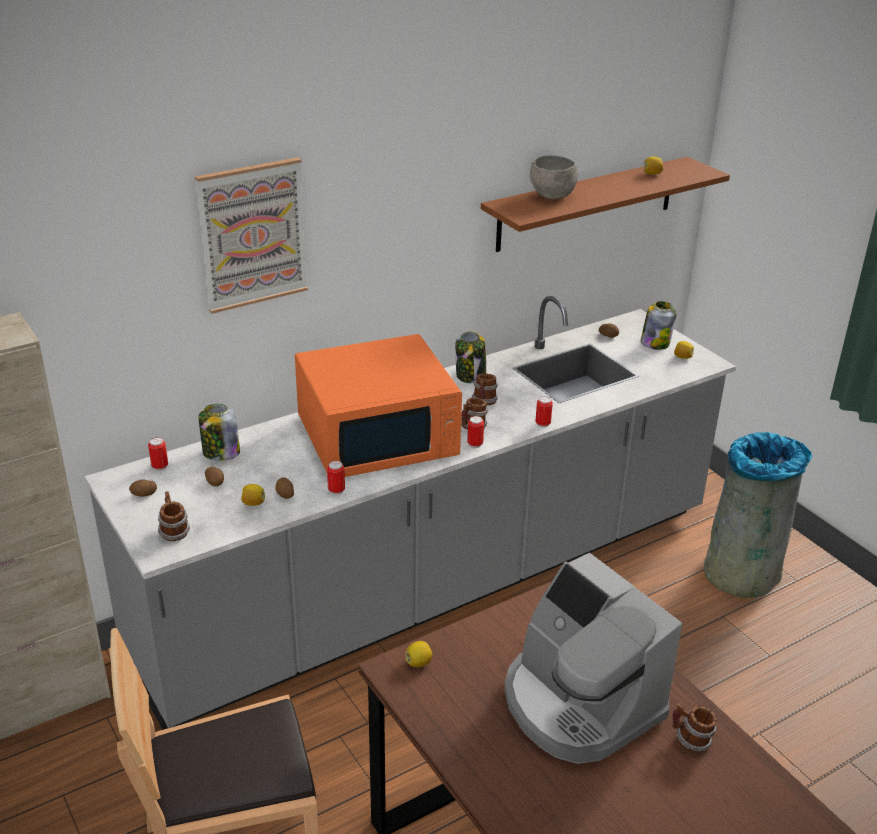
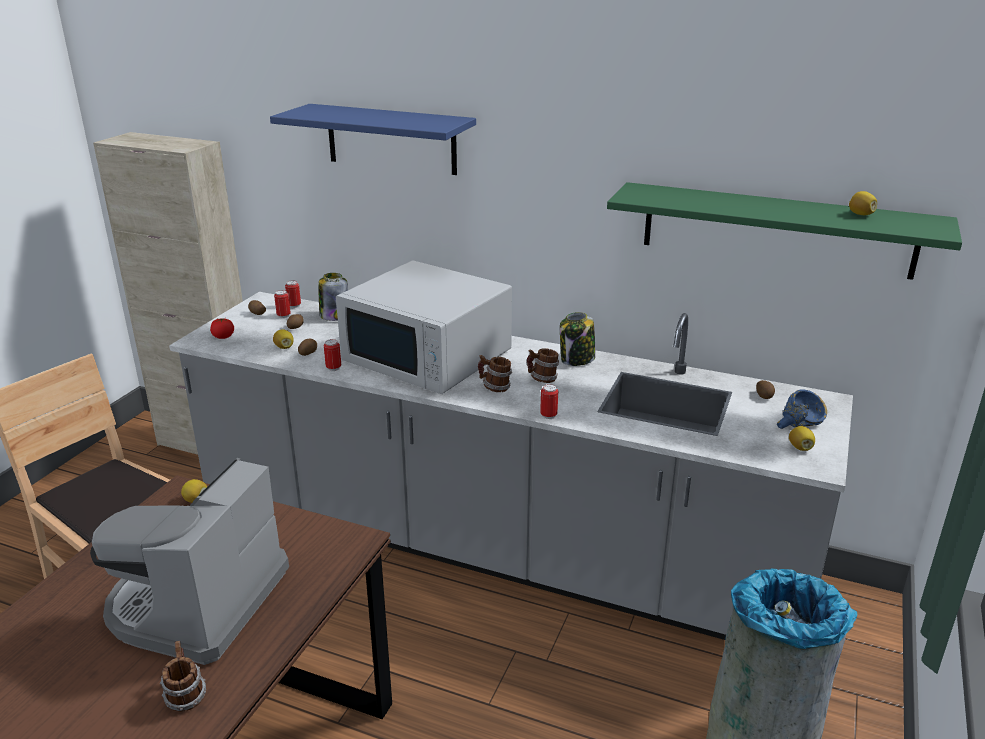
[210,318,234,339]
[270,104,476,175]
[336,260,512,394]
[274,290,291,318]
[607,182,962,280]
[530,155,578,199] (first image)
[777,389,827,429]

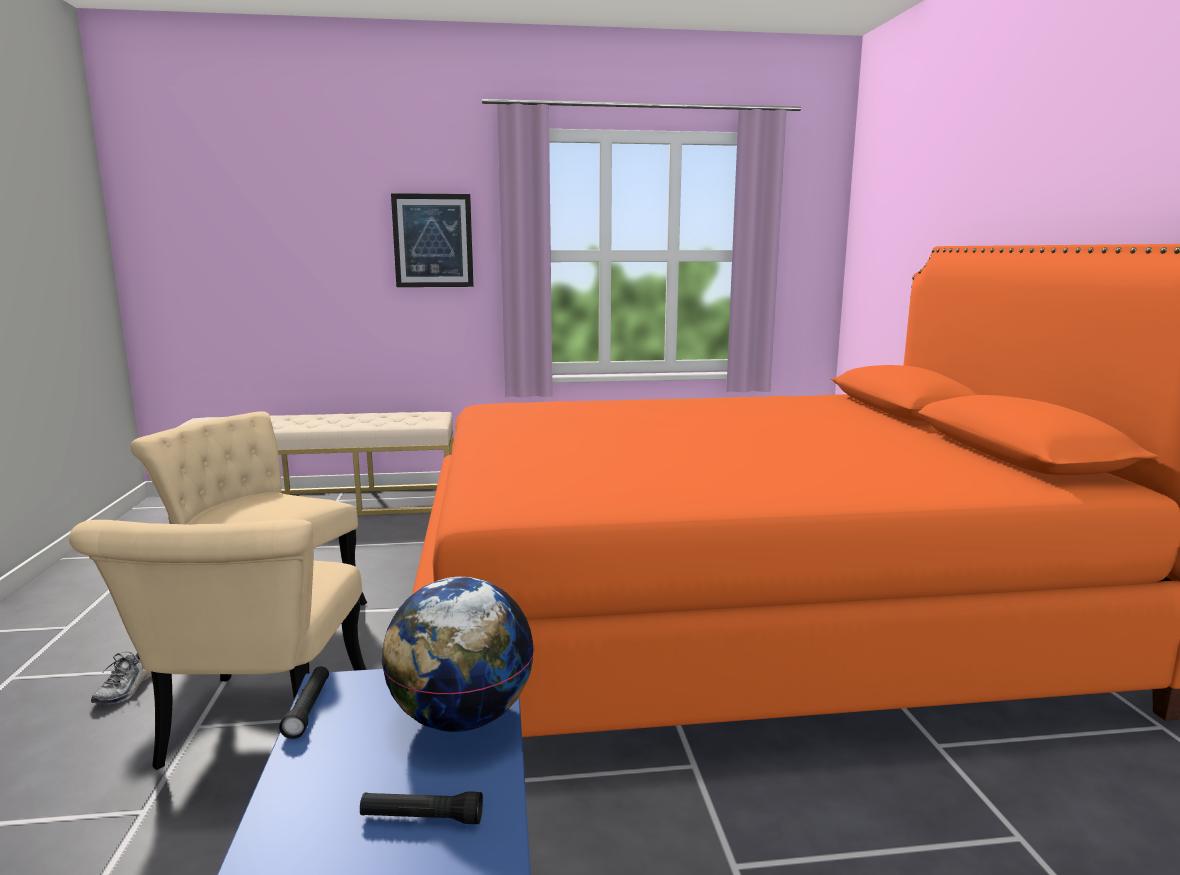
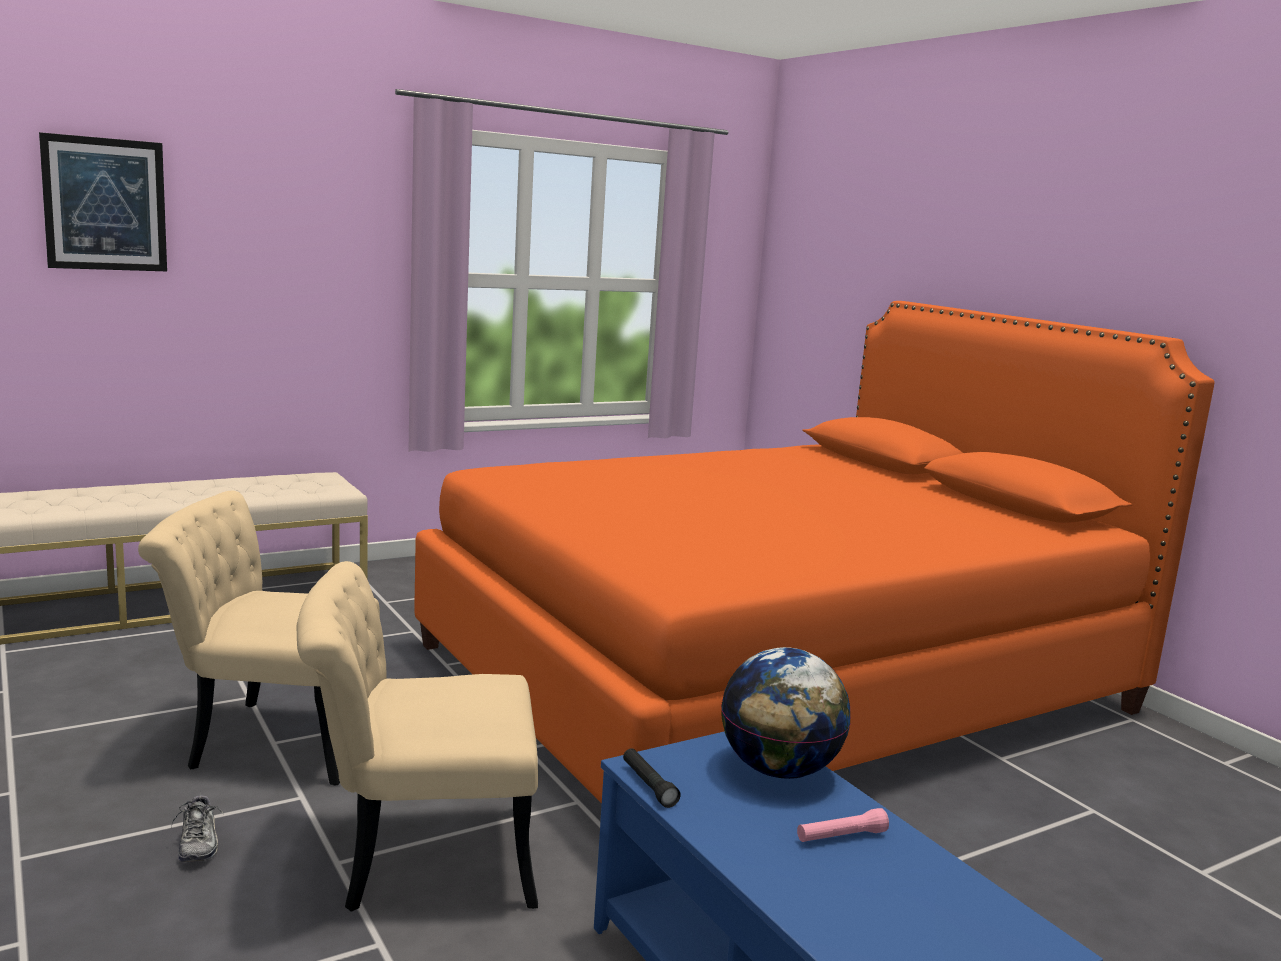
[296,561,538,912]
[797,808,889,842]
[39,132,167,271]

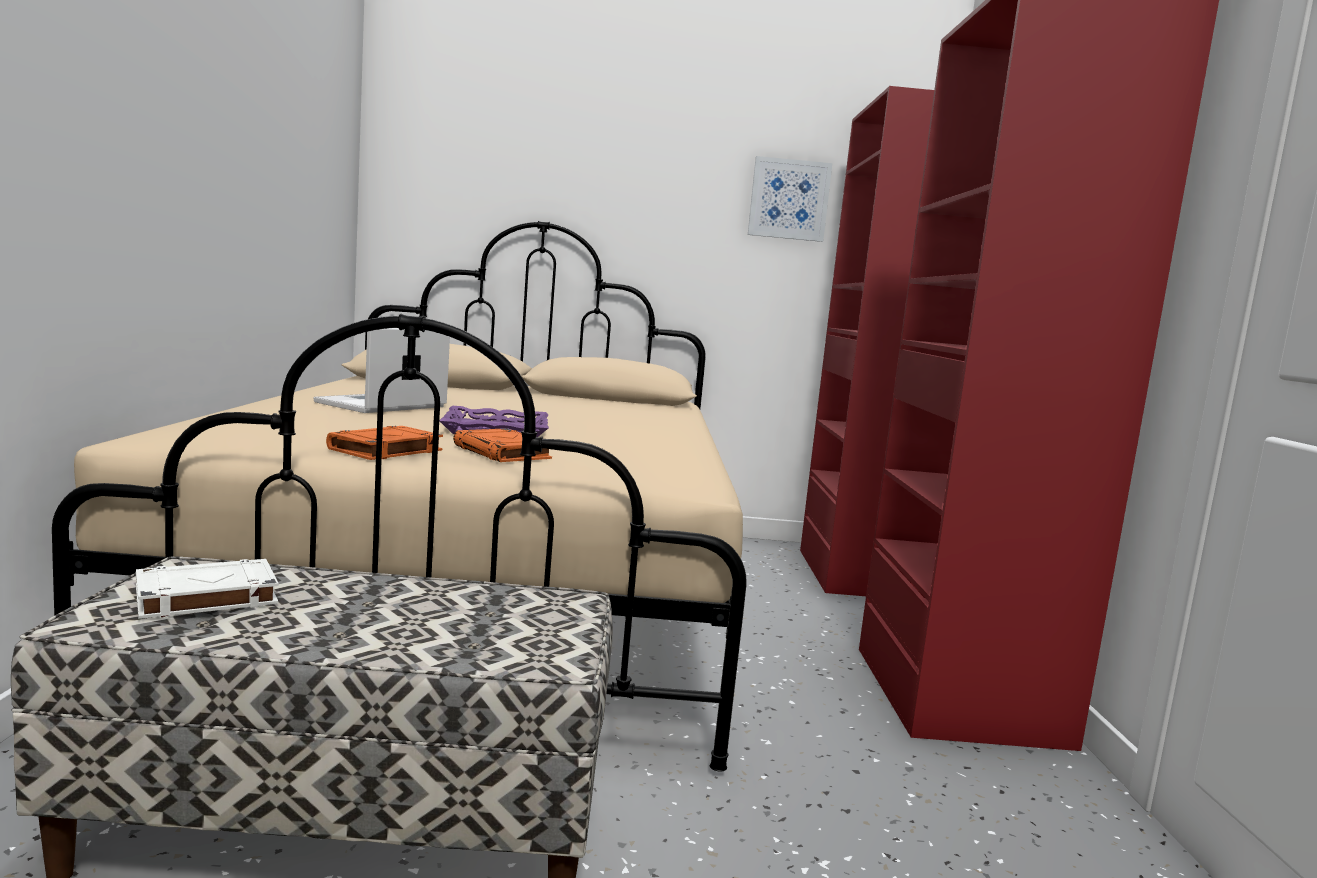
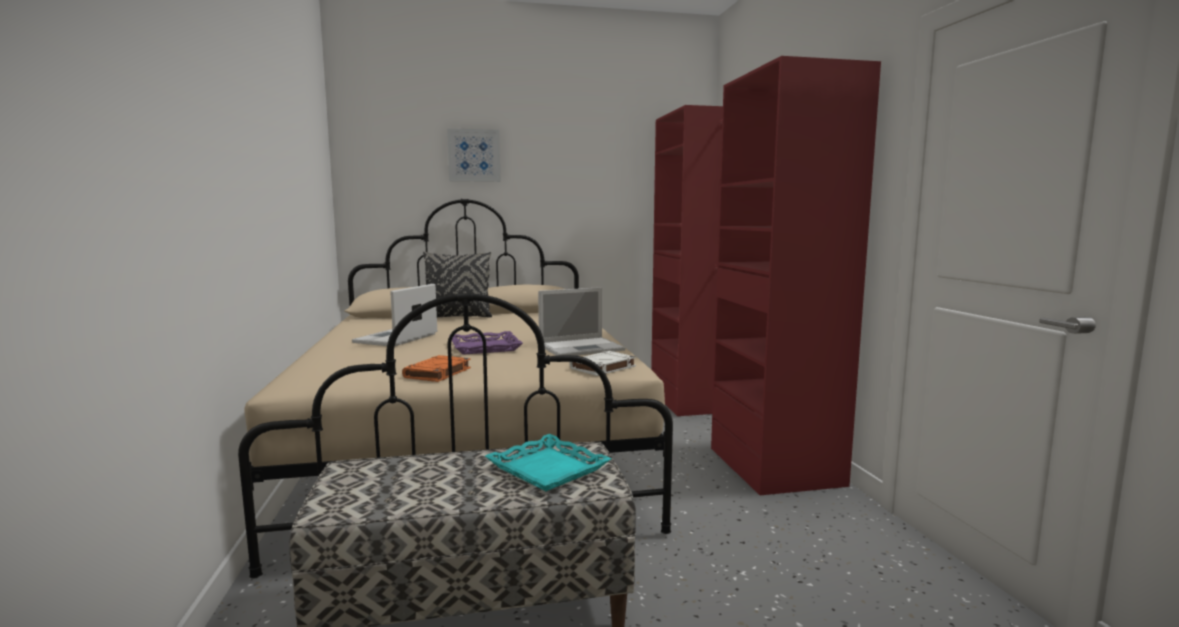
[569,351,636,376]
[453,428,552,462] (first image)
[447,128,501,182]
[423,251,492,318]
[485,434,611,491]
[538,287,625,356]

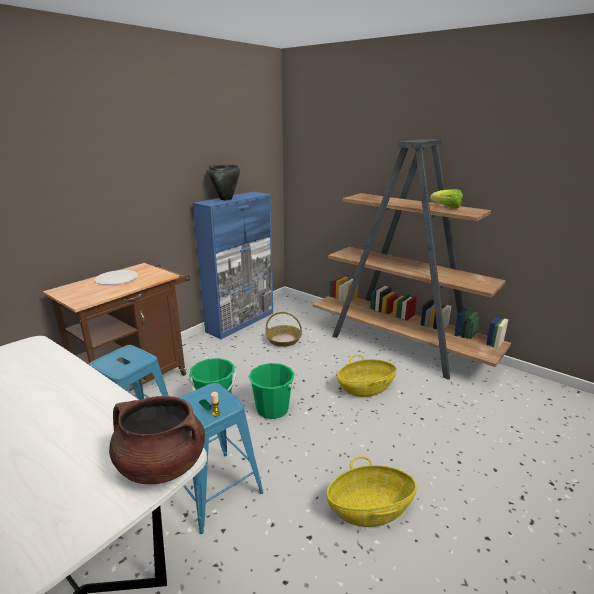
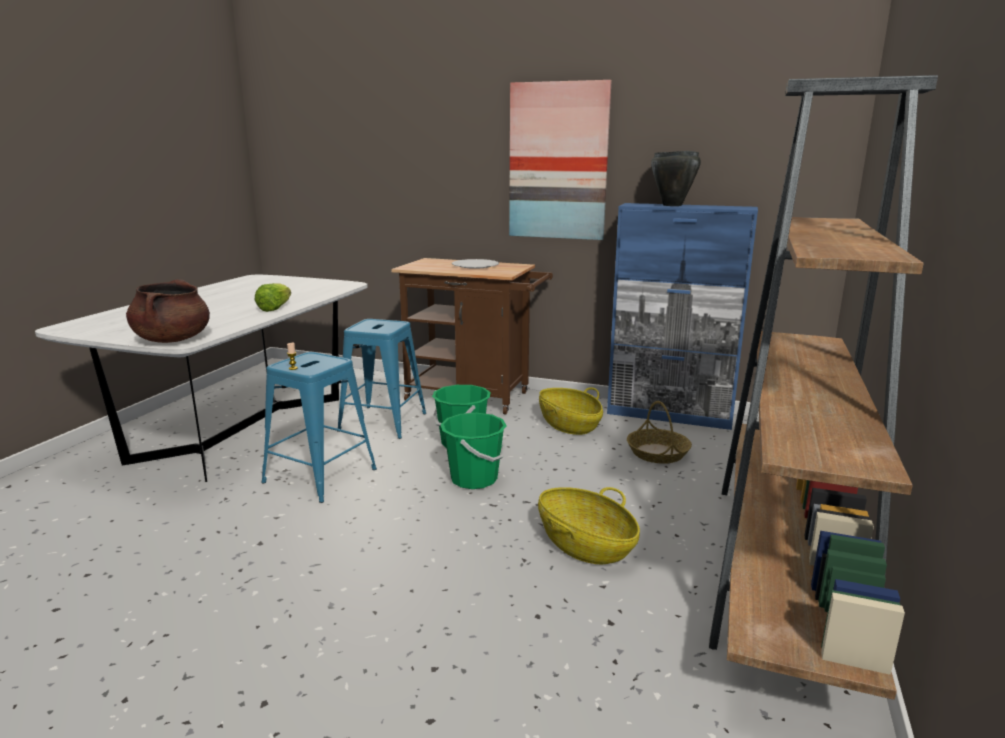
[539,387,603,435]
[255,283,291,312]
[509,80,612,240]

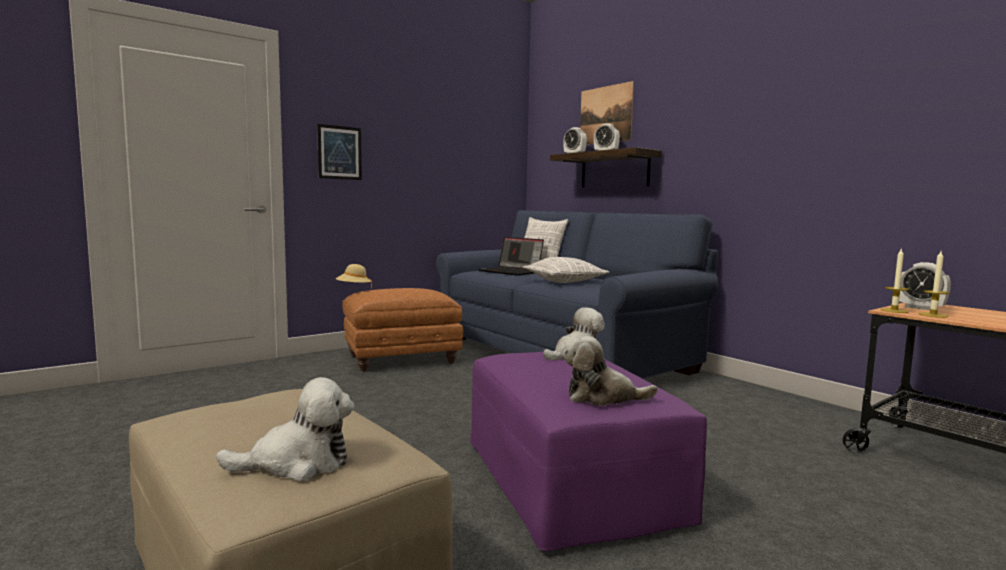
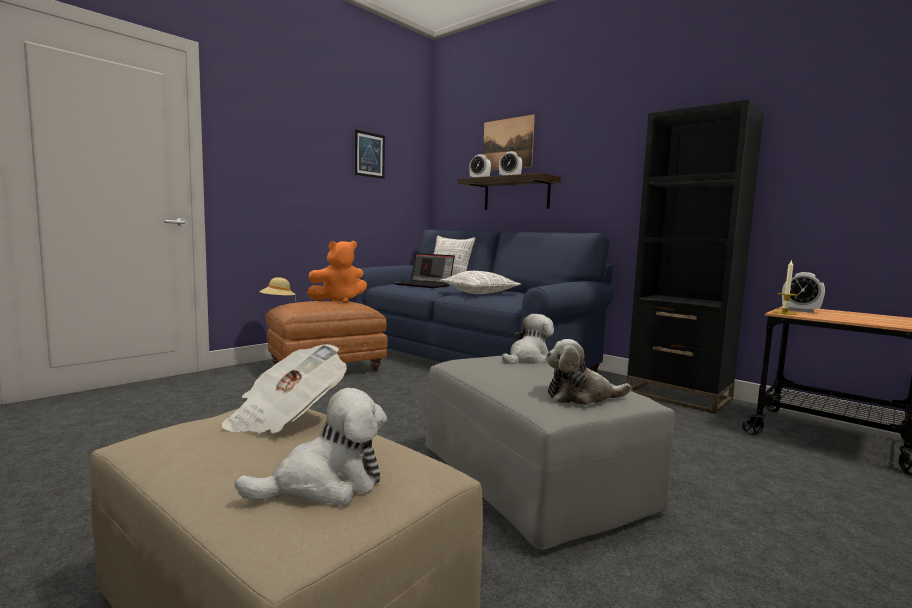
[355,130,385,179]
[426,356,674,550]
[918,251,949,318] (first image)
[222,344,347,433]
[307,241,367,303]
[626,100,764,414]

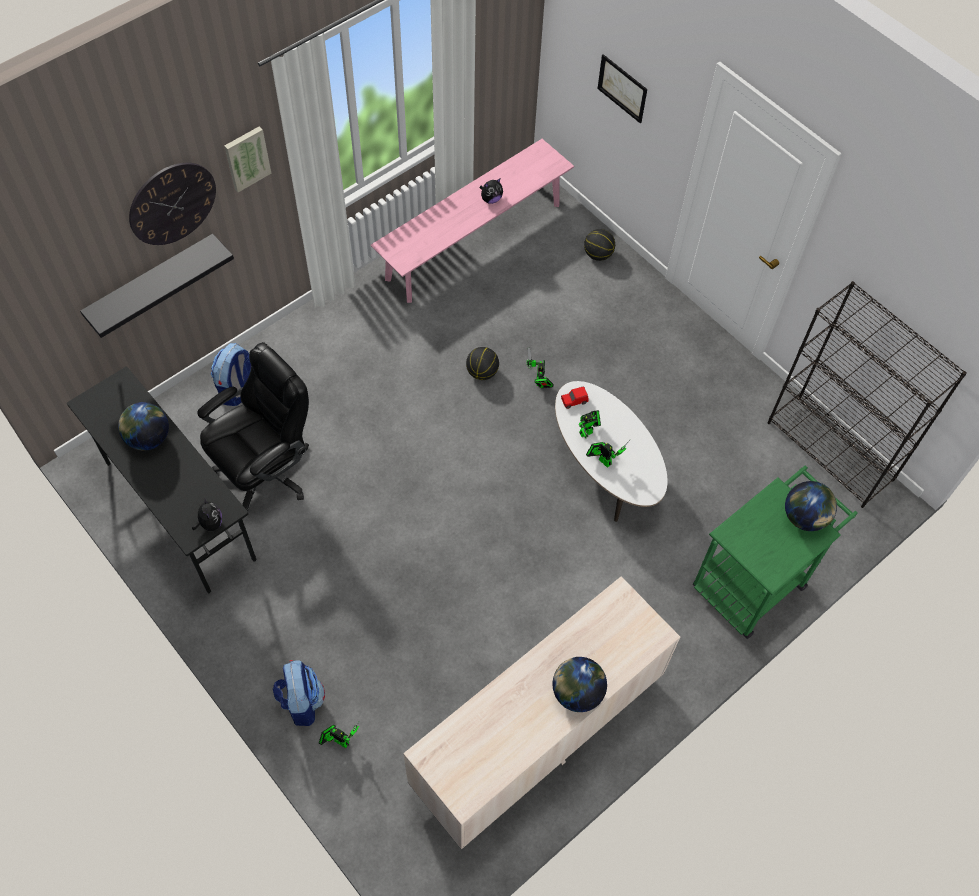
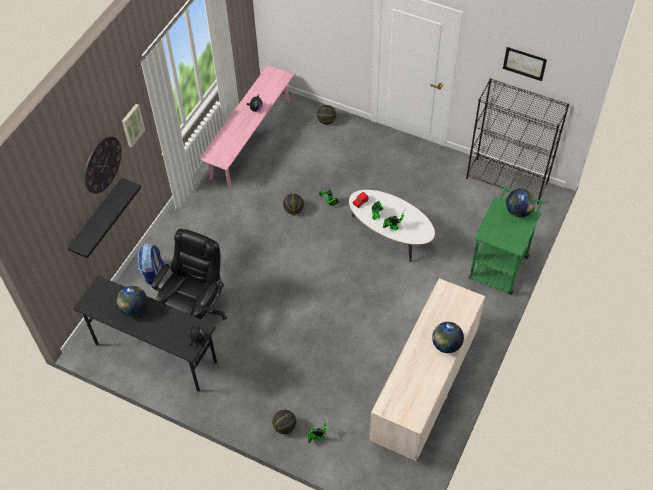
[272,410,296,434]
[503,47,547,81]

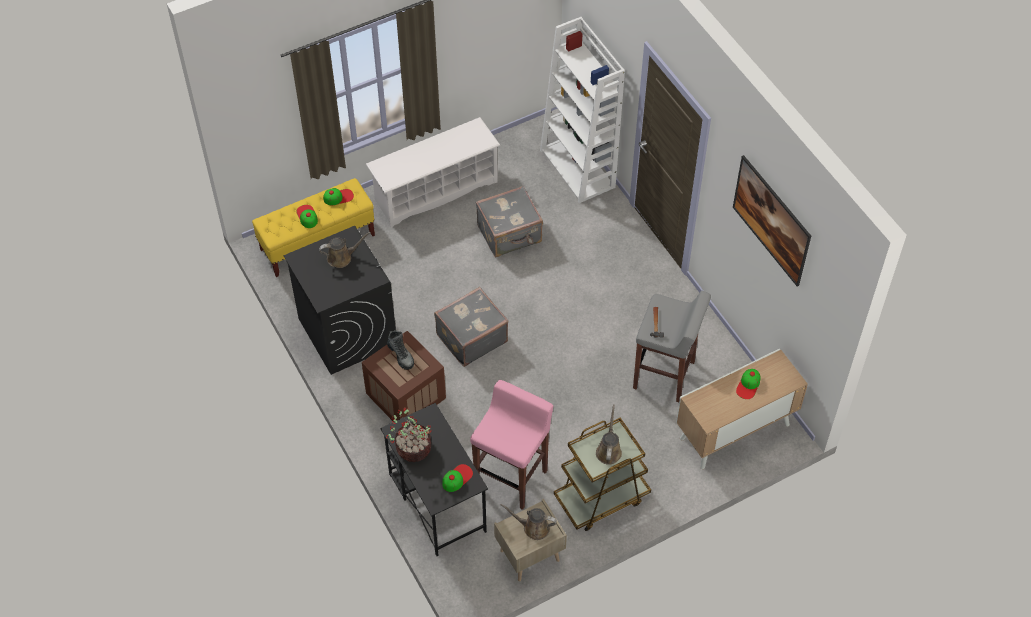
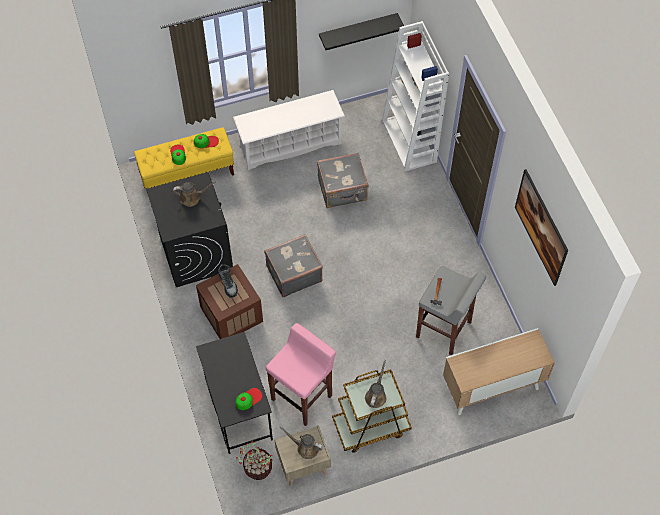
[236,441,272,480]
[736,369,761,399] (first image)
[319,13,404,50]

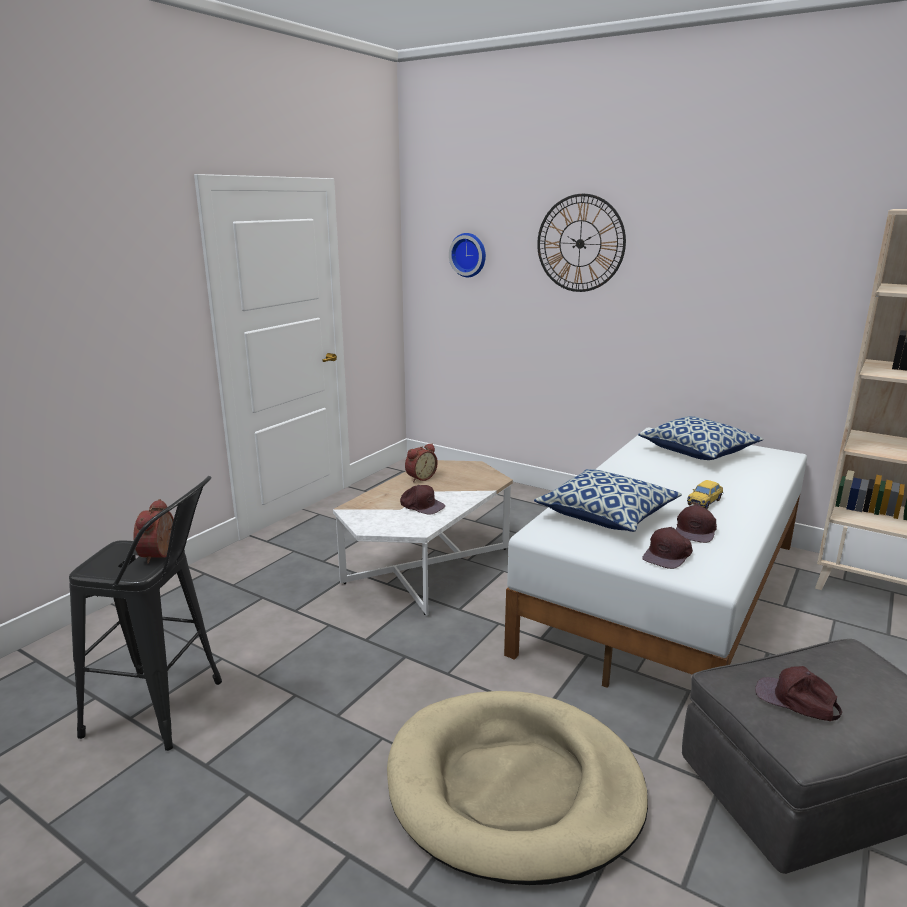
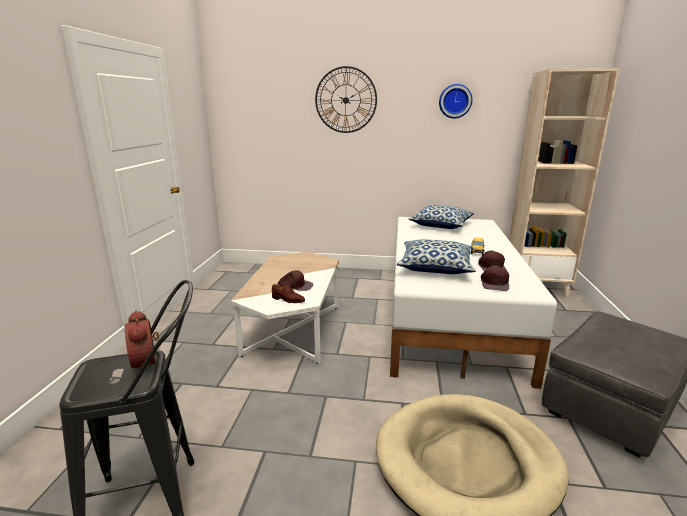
[405,443,438,482] (first image)
[439,84,472,118]
[755,666,842,721] (first image)
[272,284,305,303]

